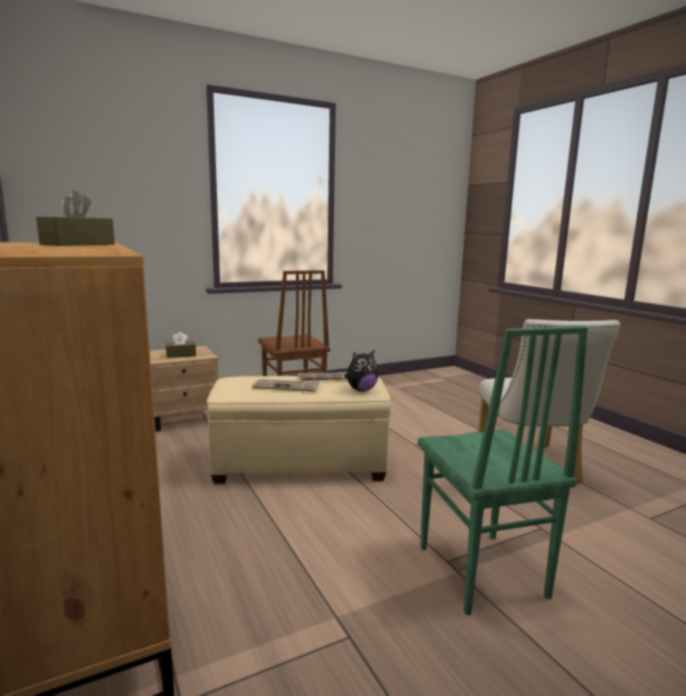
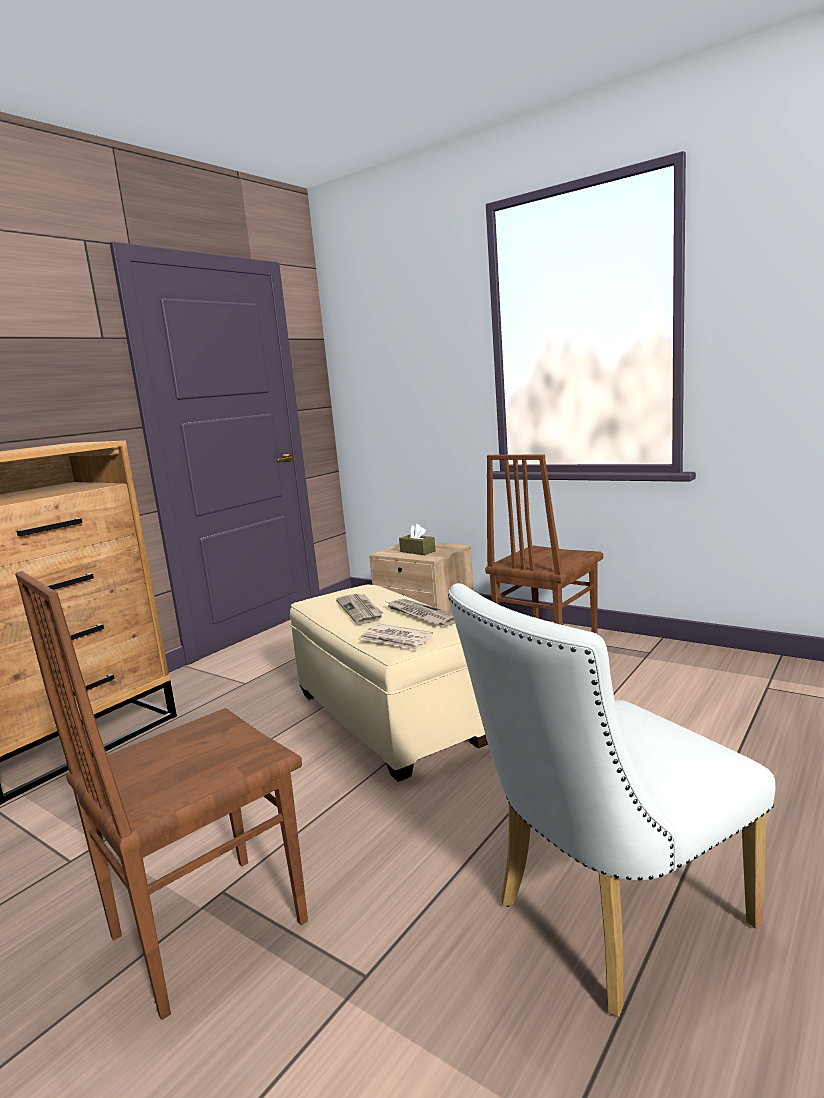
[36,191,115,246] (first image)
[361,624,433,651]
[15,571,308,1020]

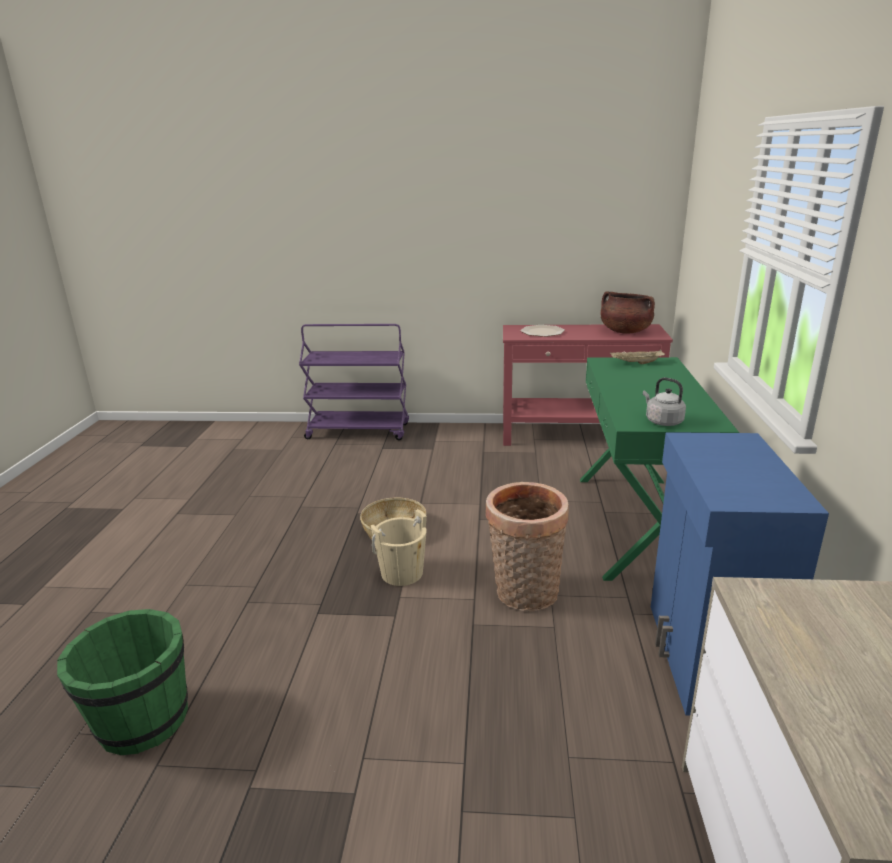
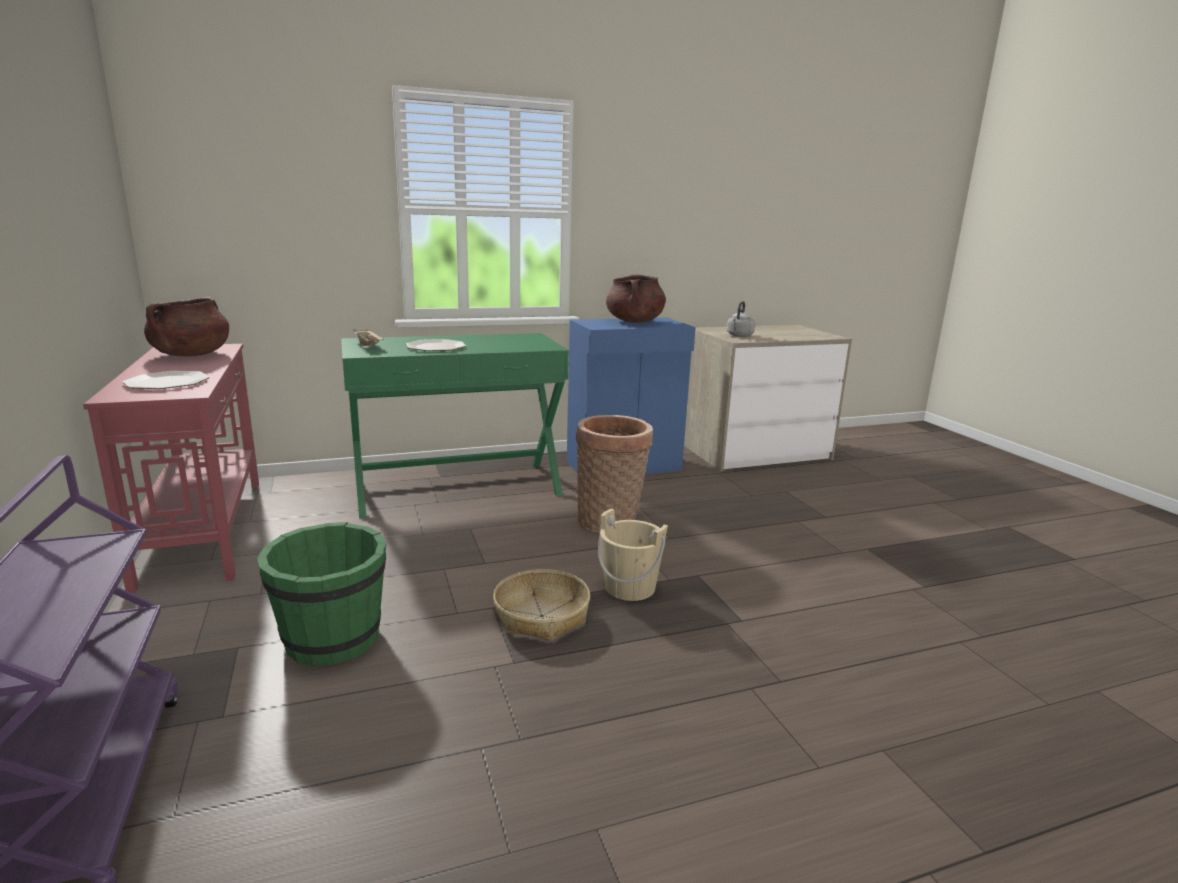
[257,522,386,666]
[727,301,755,337]
[406,339,466,351]
[606,274,666,323]

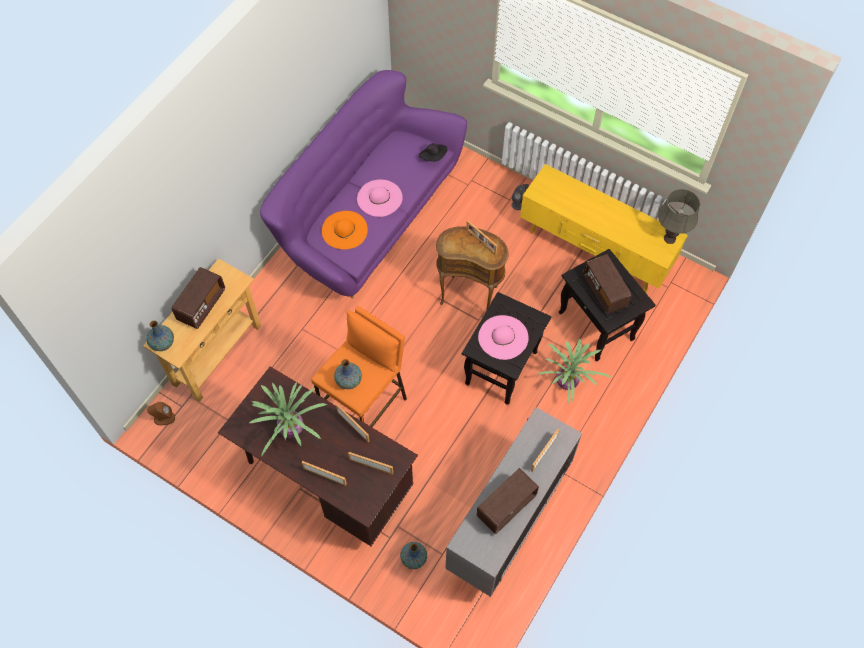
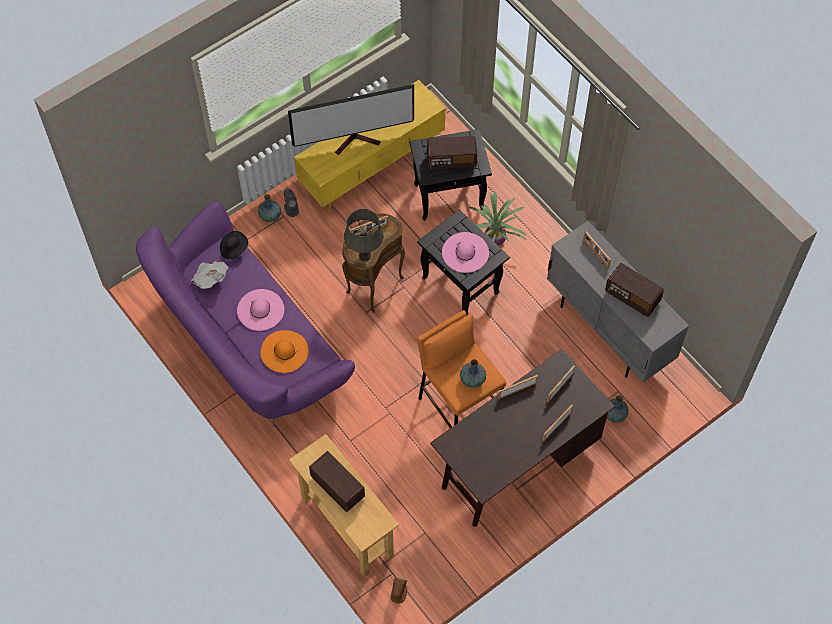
[258,194,281,222]
[249,382,327,456] (first image)
[605,263,664,317]
[344,209,383,261]
[191,261,228,289]
[288,84,414,155]

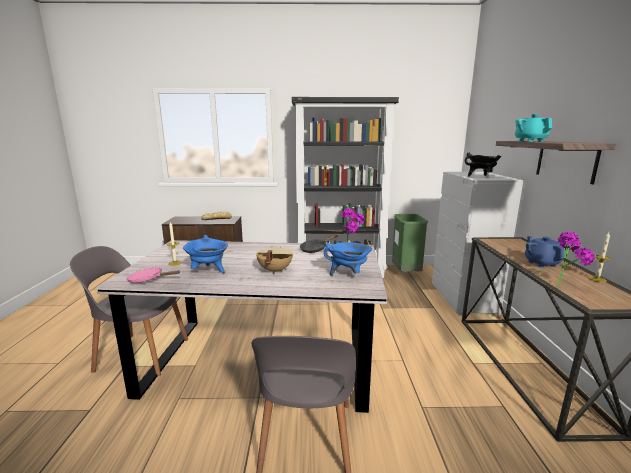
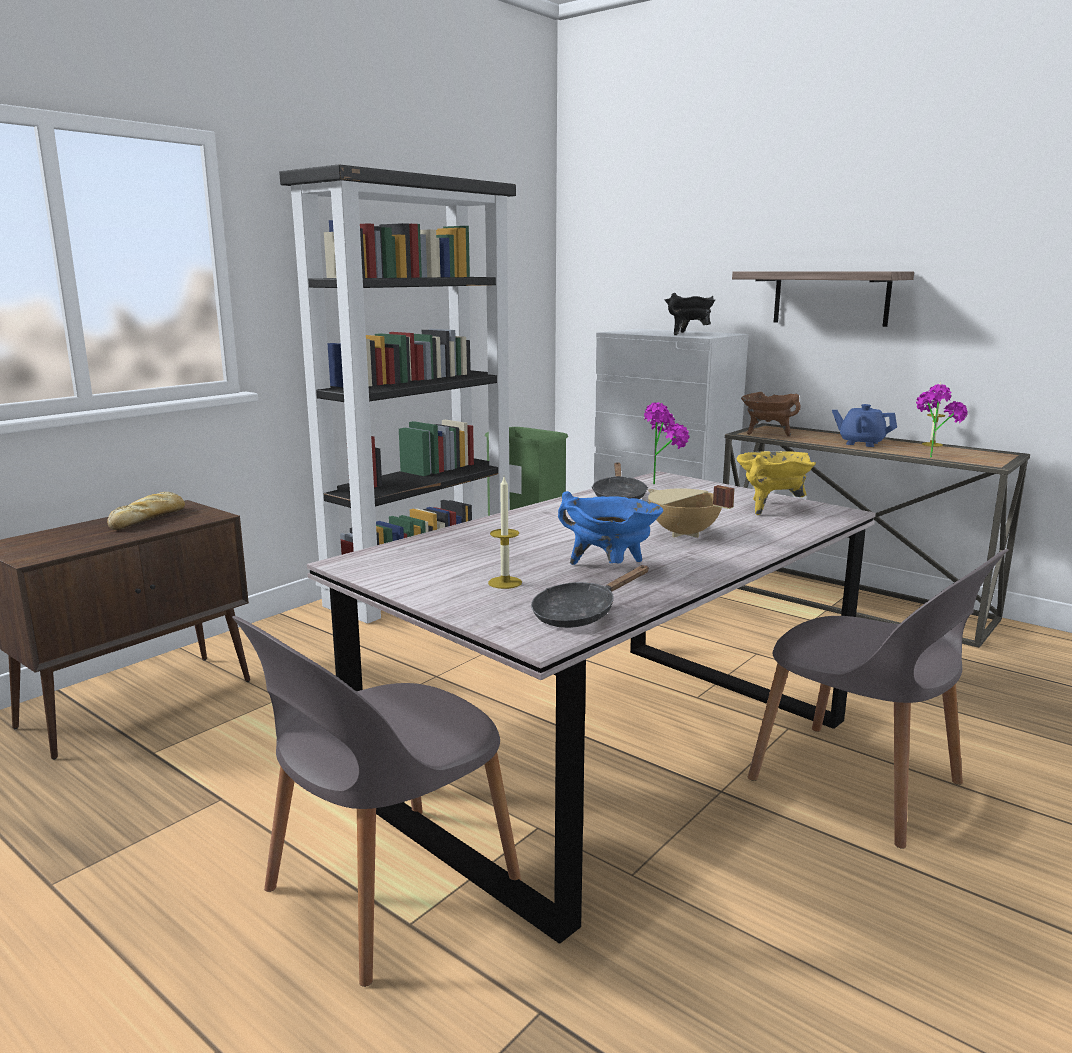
[531,565,649,628]
[737,451,816,515]
[515,114,552,142] (first image)
[741,392,801,437]

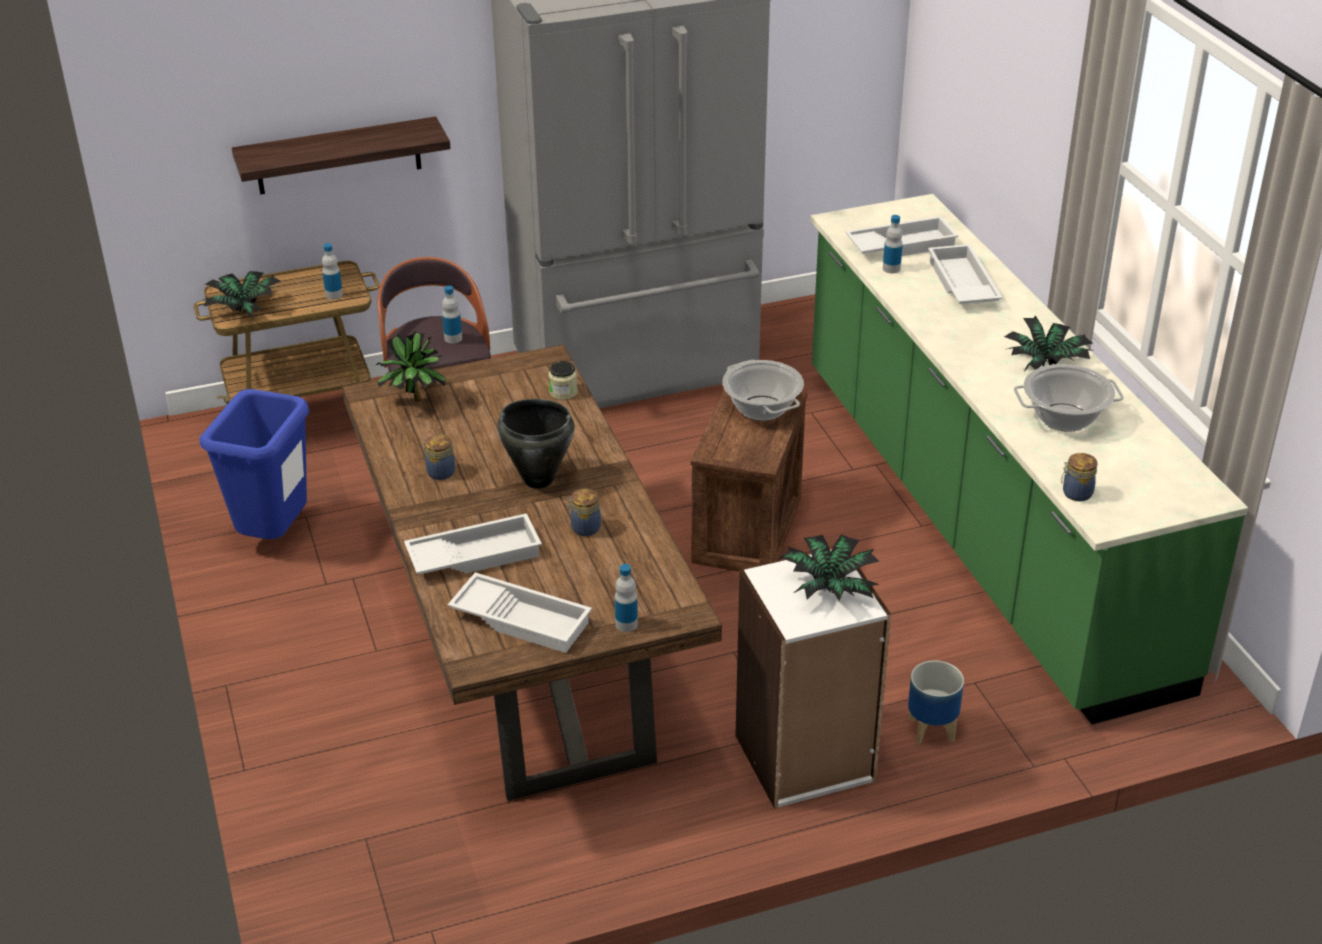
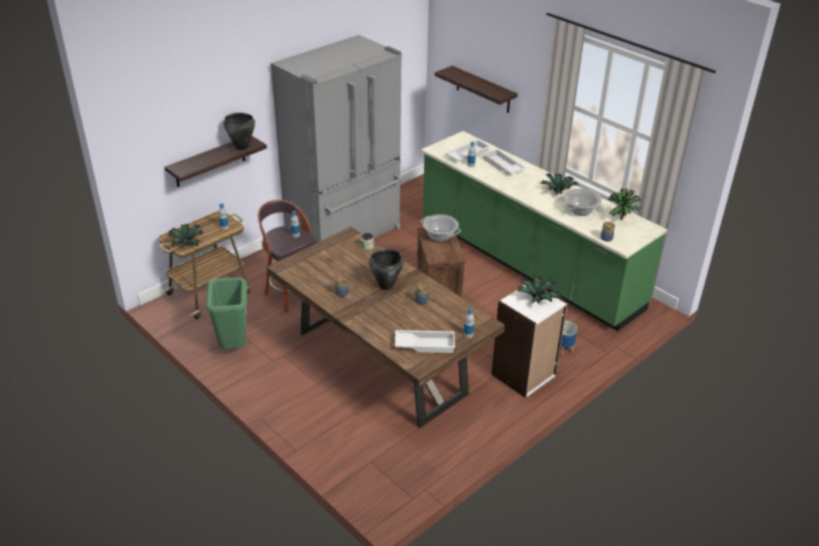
[206,277,247,349]
[608,188,641,220]
[404,513,542,575] (first image)
[224,113,255,150]
[435,66,518,113]

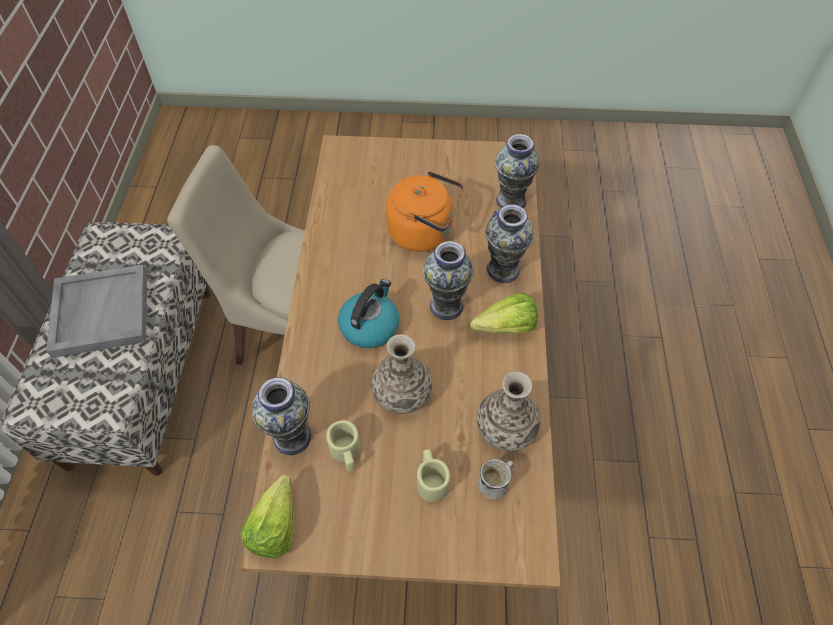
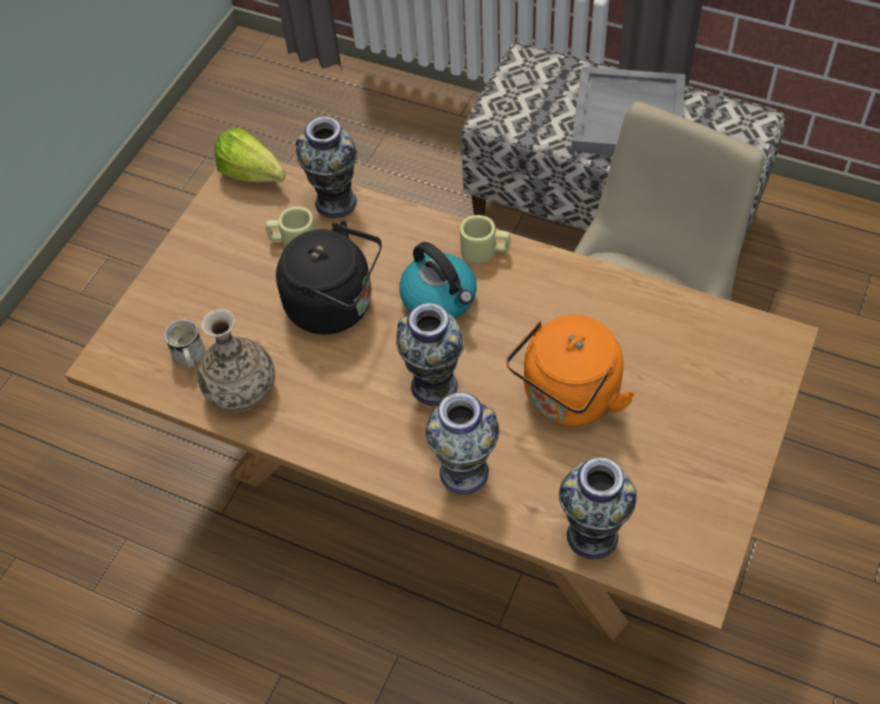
[276,221,382,334]
[460,215,510,263]
[470,293,538,333] (first image)

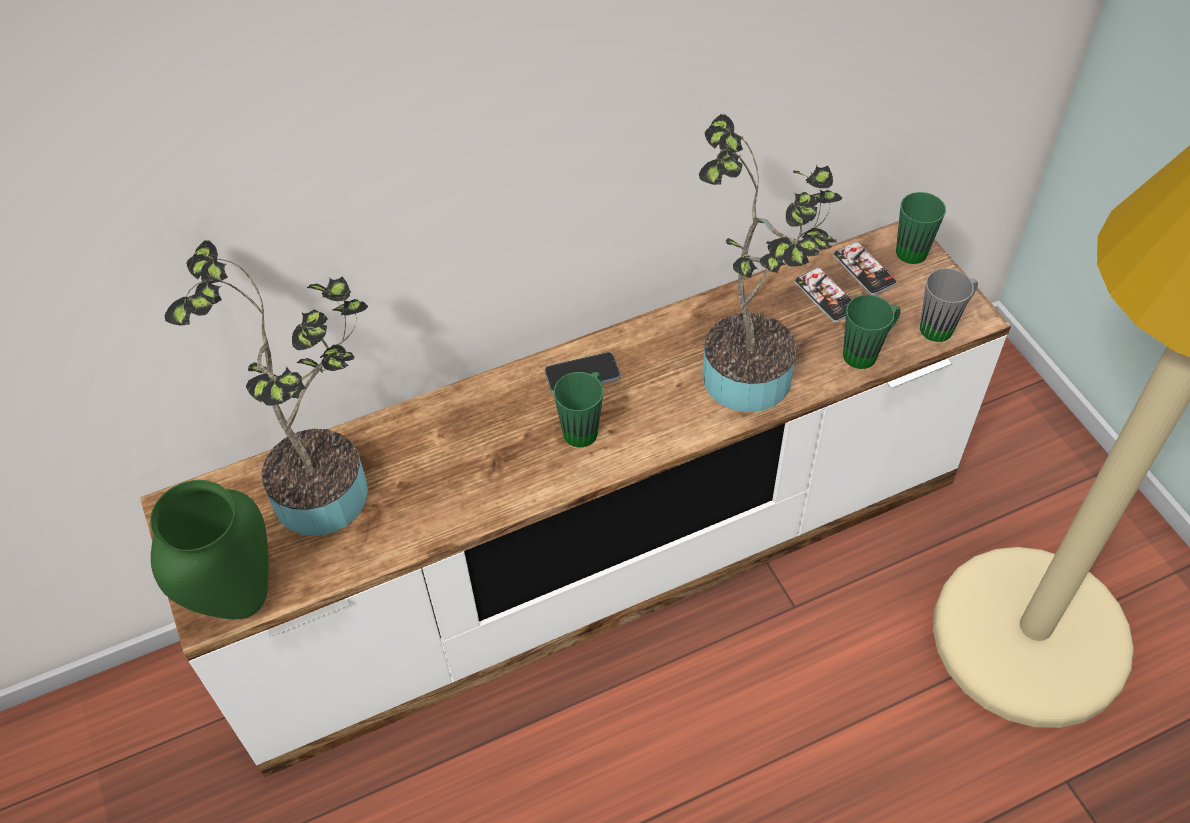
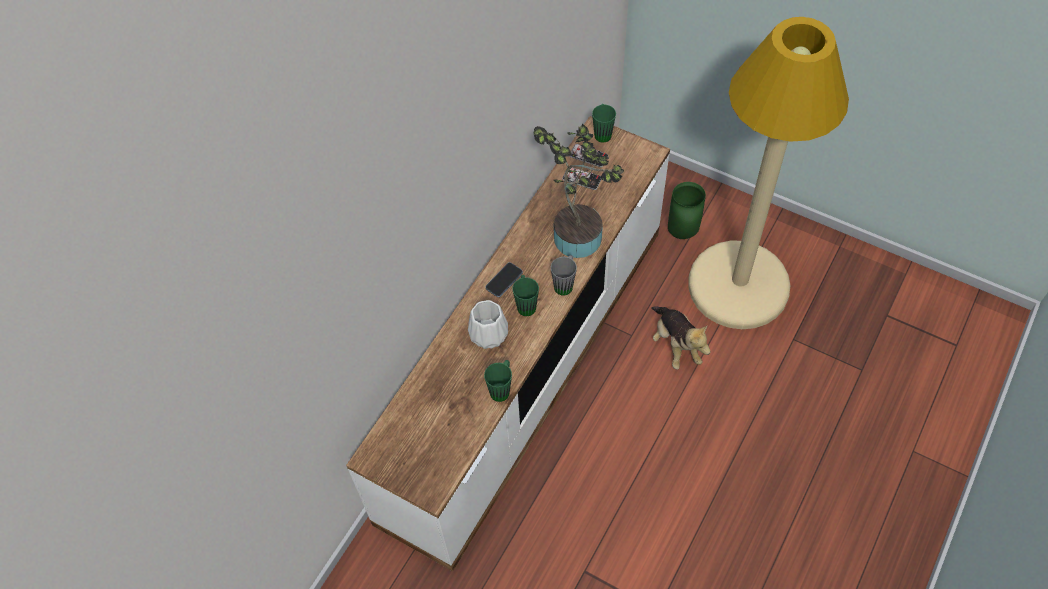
[668,182,706,239]
[164,240,368,536] (first image)
[484,360,512,402]
[551,255,577,296]
[468,300,508,349]
[651,306,710,369]

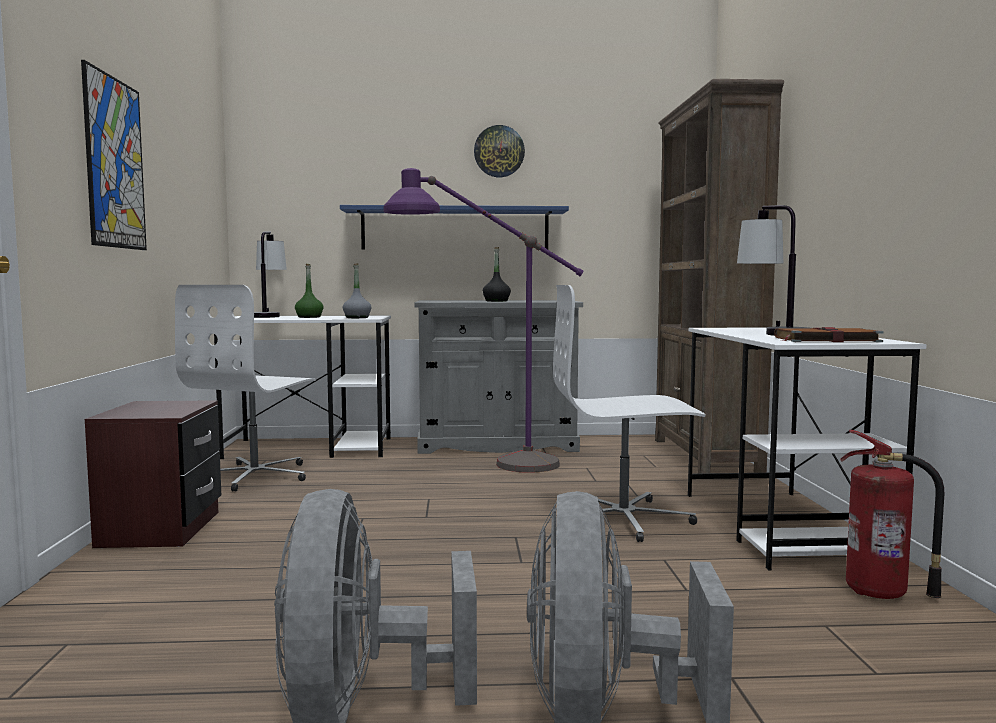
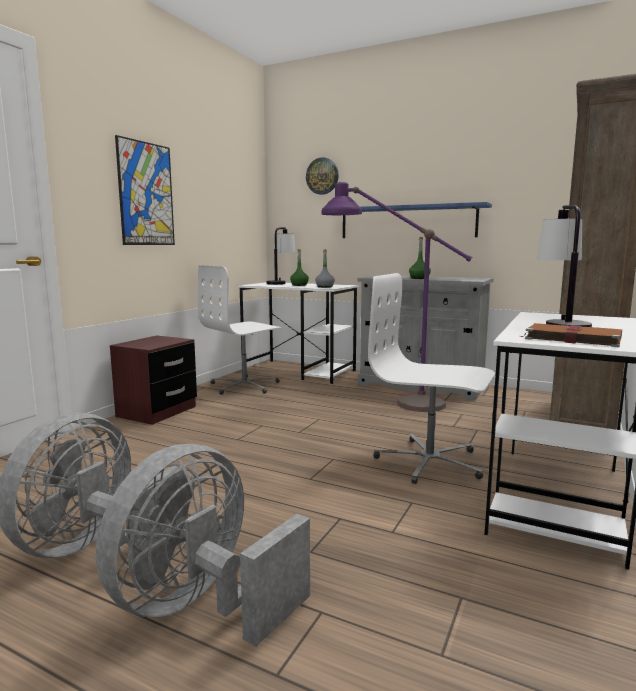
[306,157,339,195]
[409,237,431,279]
[840,429,945,599] (first image)

